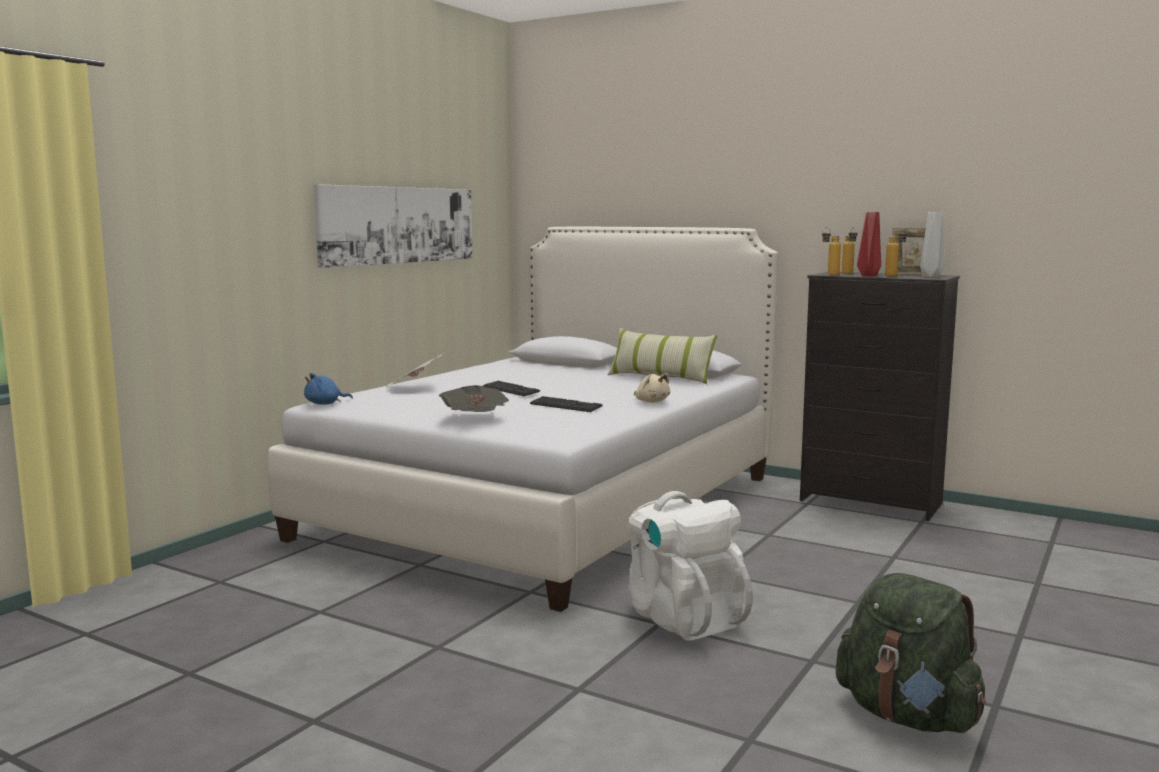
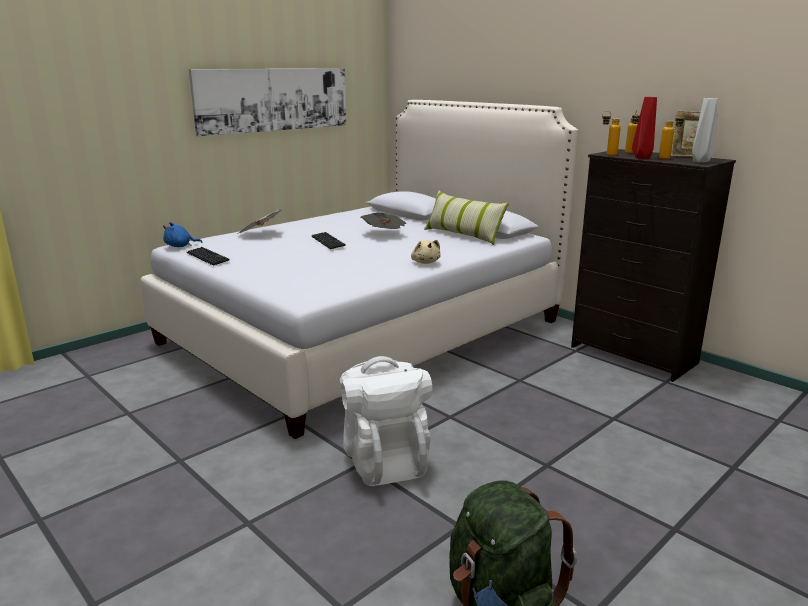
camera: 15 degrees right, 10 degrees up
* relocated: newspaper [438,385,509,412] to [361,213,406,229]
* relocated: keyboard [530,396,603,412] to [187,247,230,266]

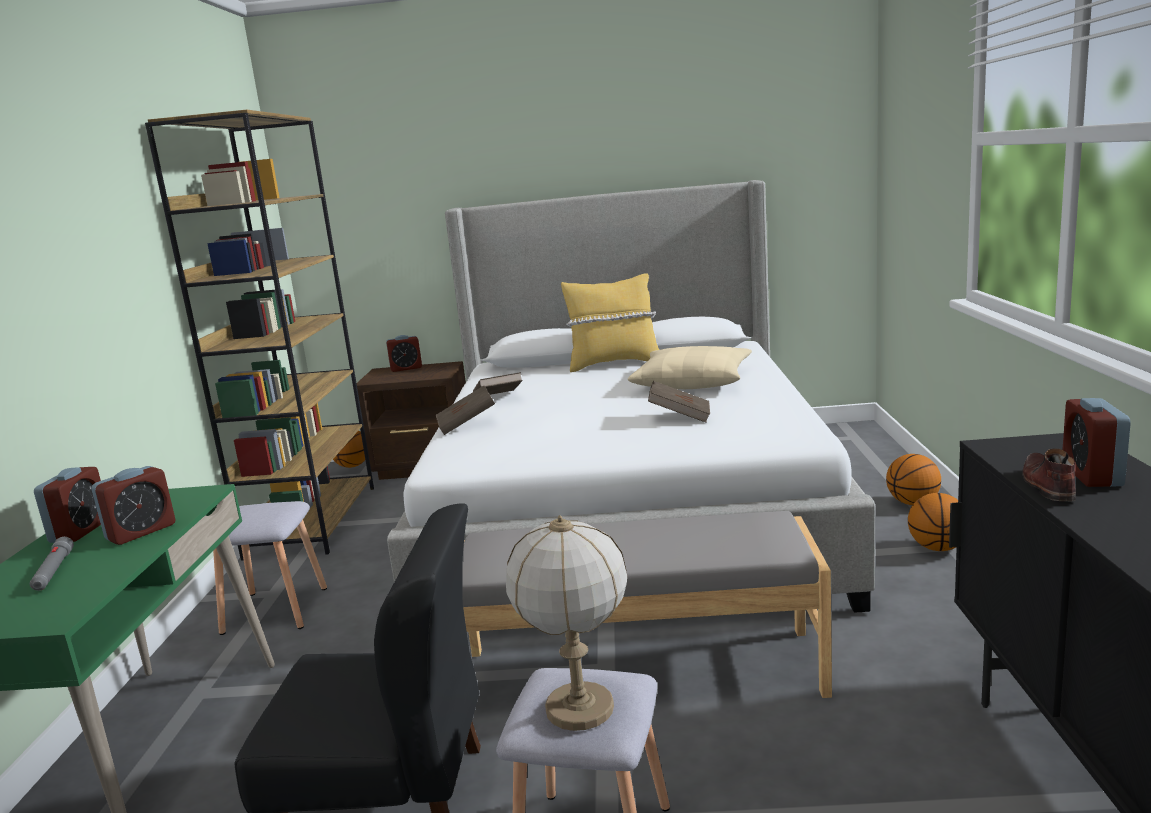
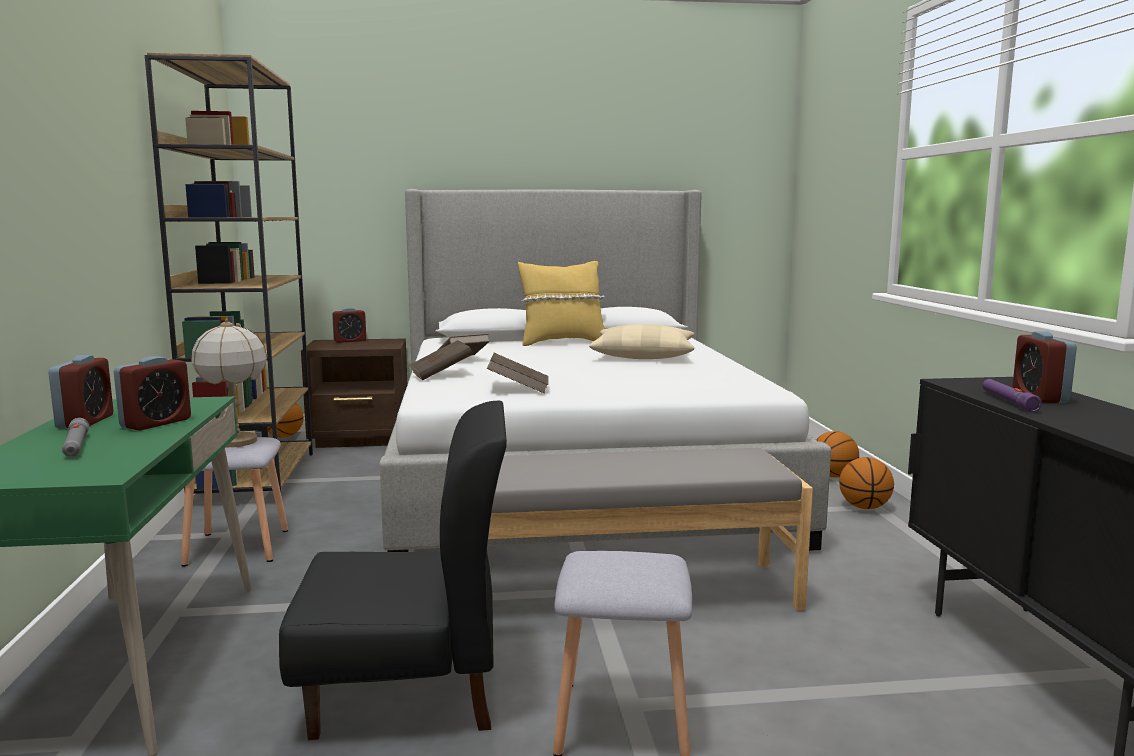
camera: 10 degrees left, 5 degrees down
* relocated: table lamp [506,515,627,731] to [191,319,267,447]
* relocated: book (brown) [648,381,710,423] to [487,353,548,393]
* exchanged: shoe (brown) [1022,448,1076,502] to flashlight (purple) [982,379,1042,412]

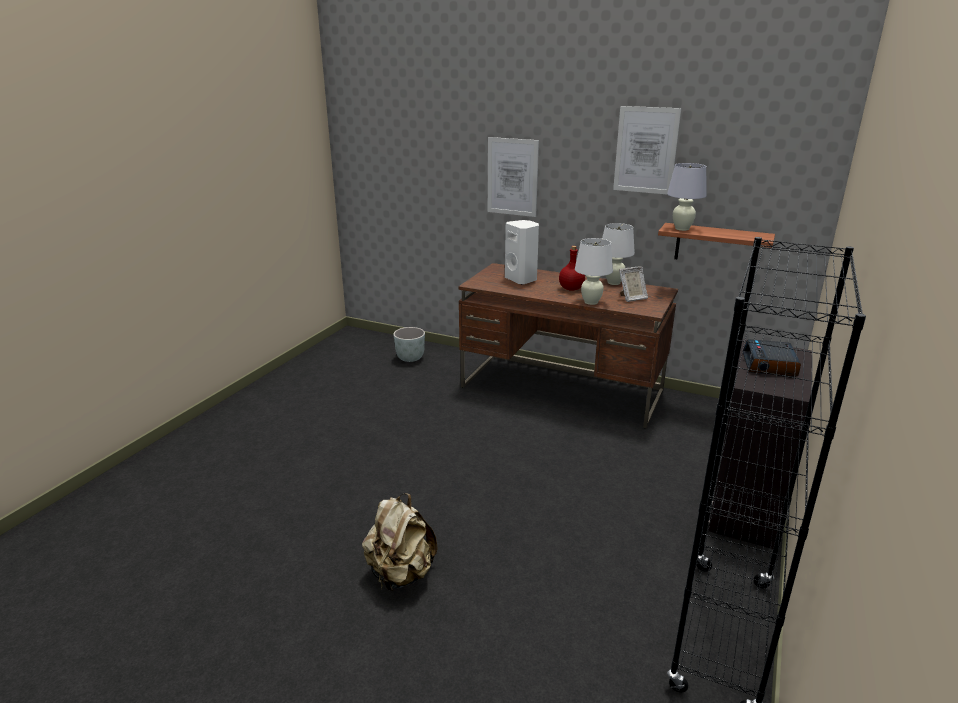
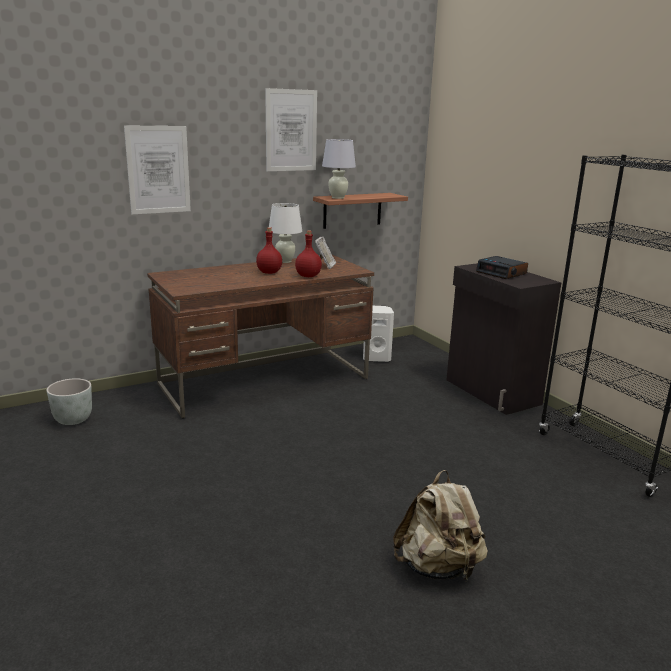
camera: 55 degrees left, 5 degrees down
* relocated: speaker (white) [505,220,539,285] to [363,306,394,362]
* exchanged: table lamp (white) [575,238,613,305] to bottle (red) [295,230,322,277]

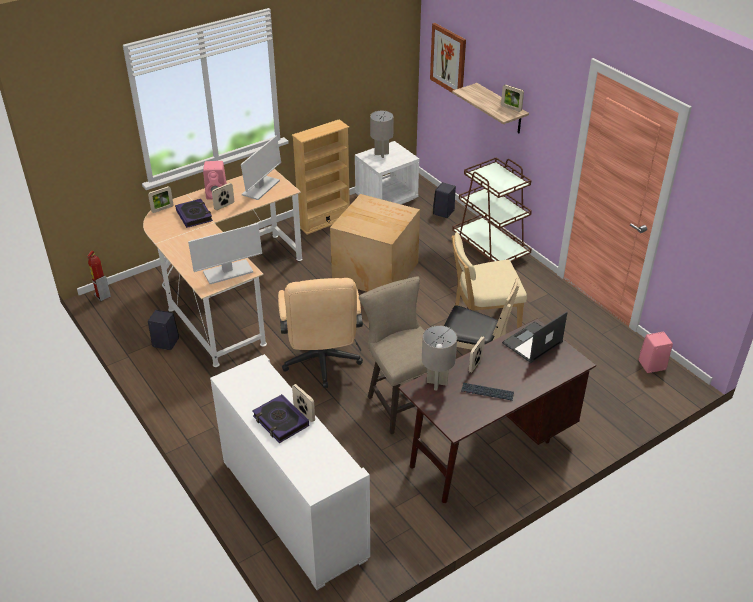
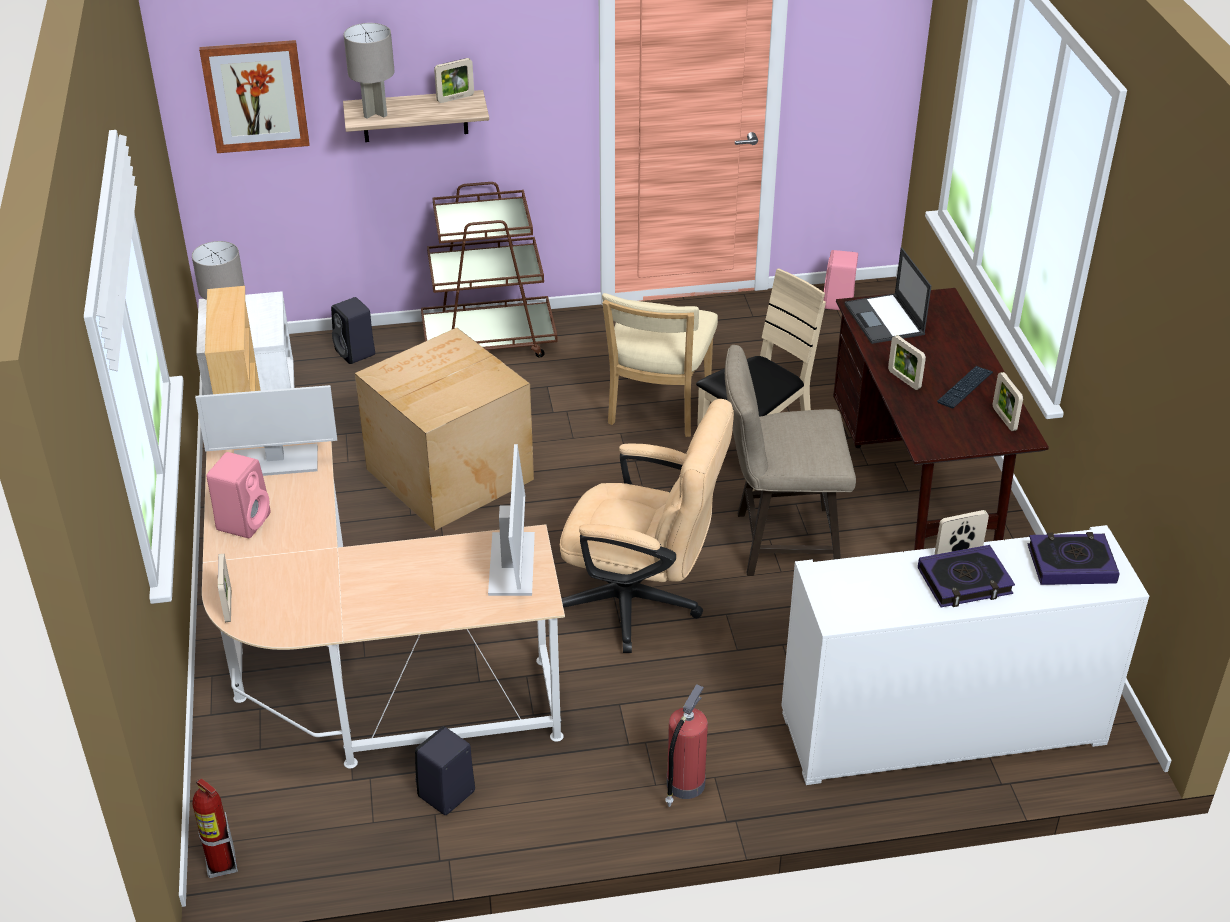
camera: 65 degrees left, 0 degrees up
* appeared: fire extinguisher [665,684,708,807]
* relocated: book [175,199,213,228] to [1028,532,1120,585]
* relocated: picture frame [212,183,234,210] to [993,372,1023,431]
* relocated: table lamp (grey) [422,325,457,390] to [344,23,394,119]
* spun: monitor [241,135,281,200] = [195,385,337,476] 120 degrees clockwise

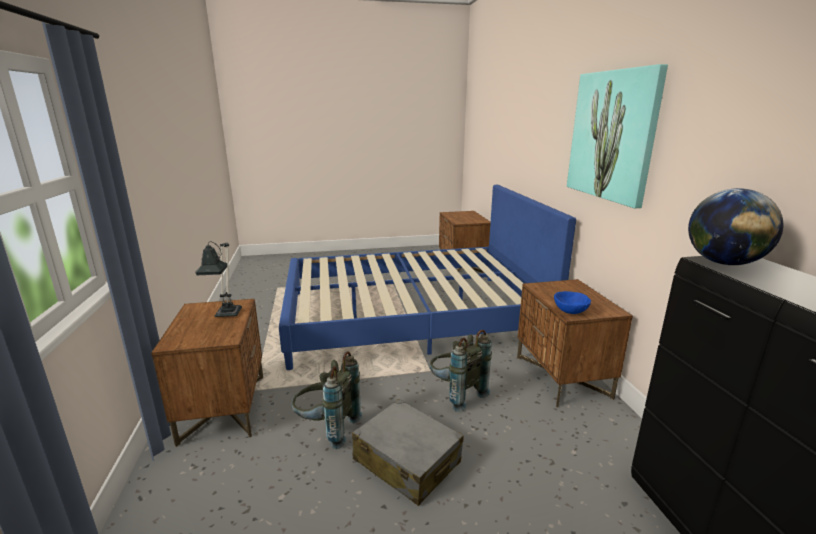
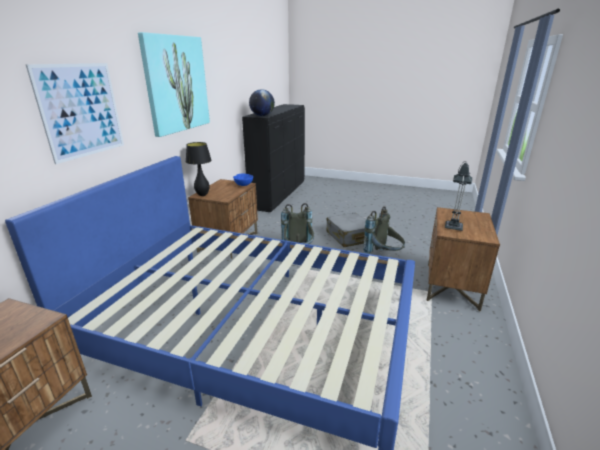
camera: 150 degrees left, 5 degrees up
* appeared: picture [26,63,124,164]
* appeared: table lamp (black) [186,142,212,196]

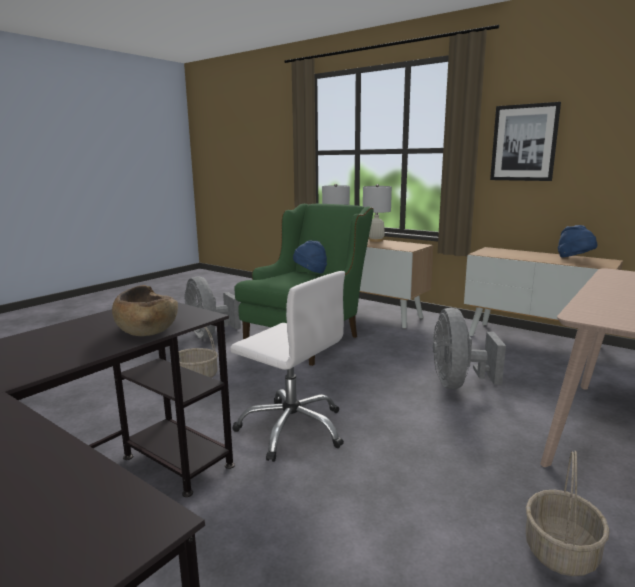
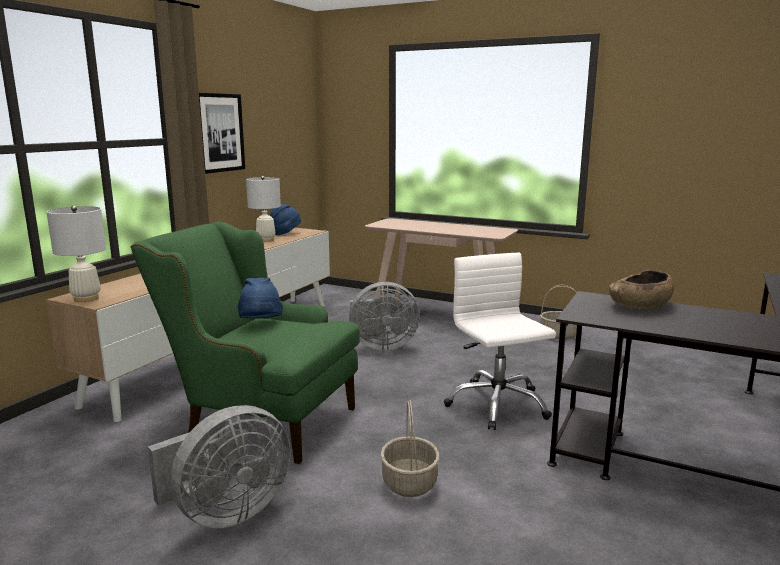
camera: 100 degrees left, 0 degrees up
* relocated: table lamp (white) [363,184,392,242] to [246,176,281,242]
* spun: office chair (white) [230,271,345,462] = [444,253,556,430] 45 degrees counterclockwise

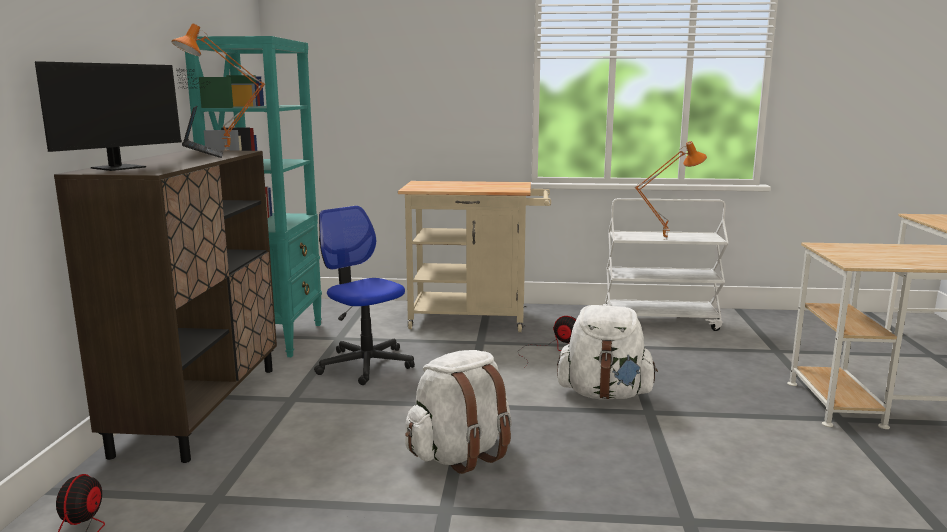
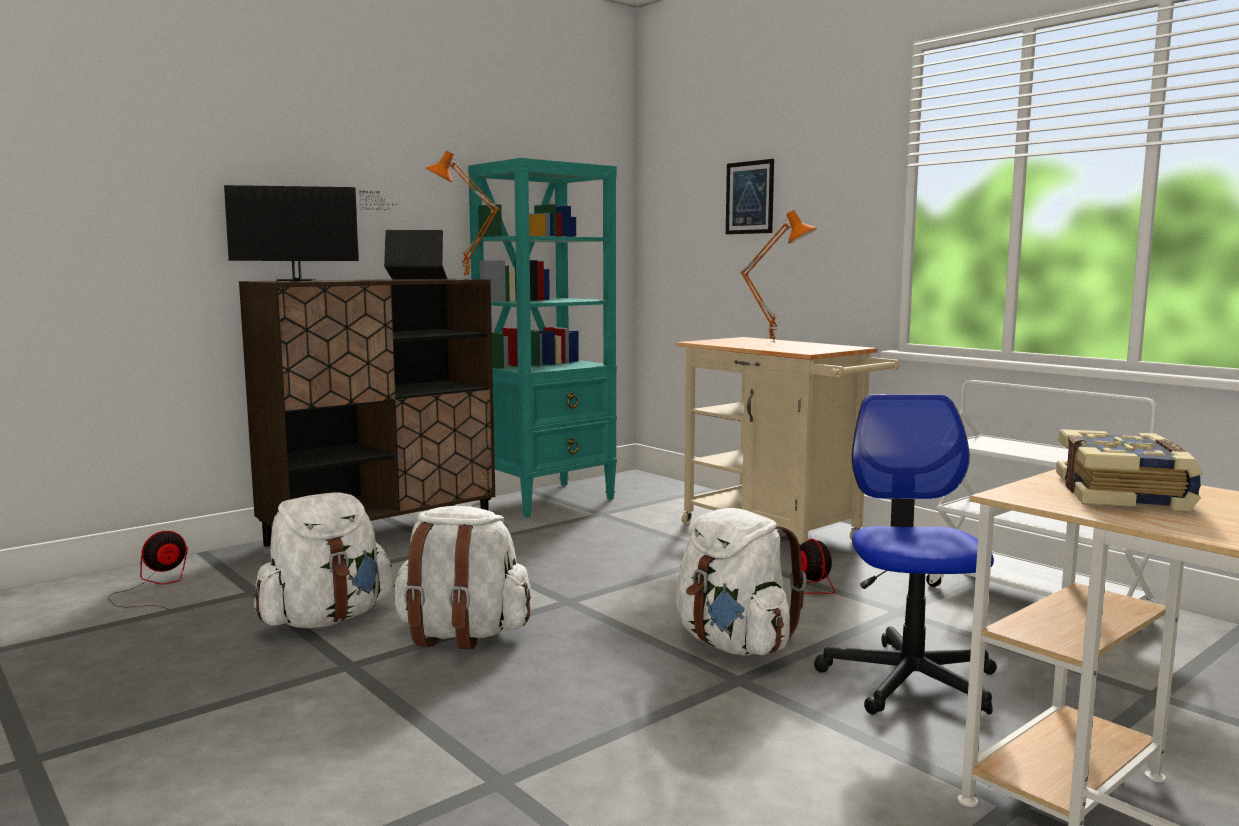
camera: 45 degrees right, 5 degrees down
* appeared: backpack (white) [254,492,392,628]
* appeared: picture [726,159,774,234]
* appeared: book [1056,429,1203,511]
* relocated: office chair [314,206,415,385] to [814,394,997,715]
* relocated: table lamp (orange) [635,141,707,240] to [740,210,817,342]
* spun: laptop [182,106,223,158] = [384,230,447,279] 120 degrees counterclockwise

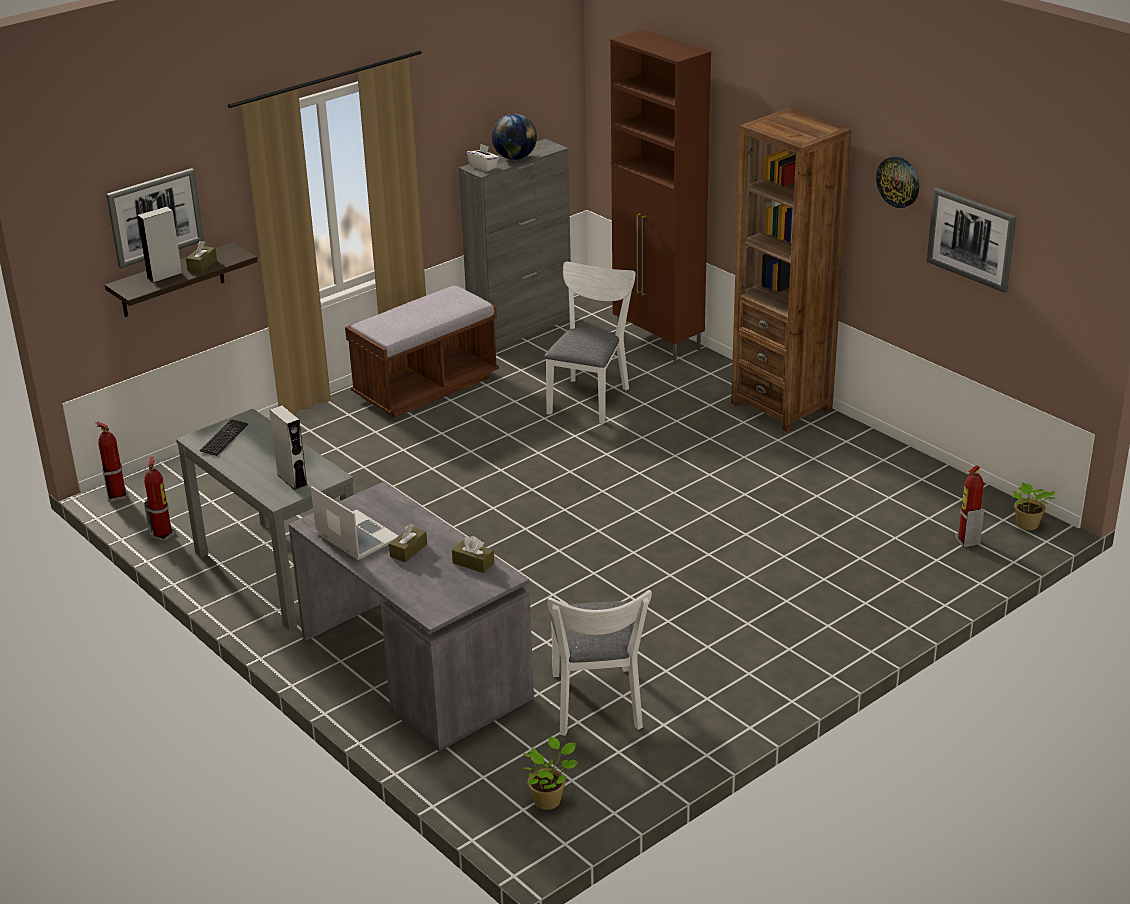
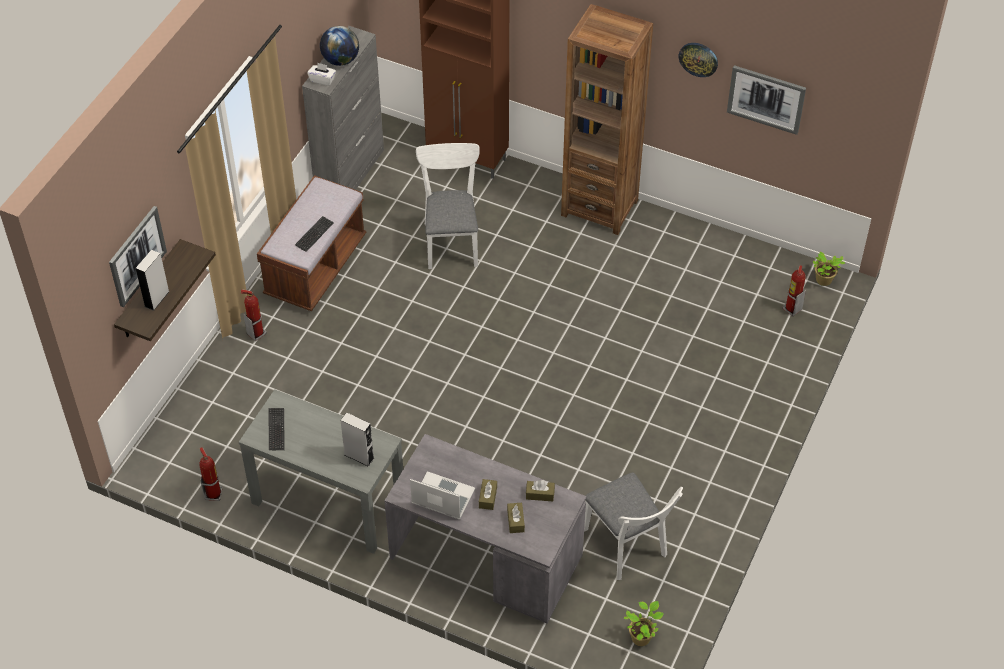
camera: 25 degrees left, 20 degrees up
* appeared: keyboard [295,216,334,252]
* relocated: fire extinguisher [96,421,127,502] to [240,289,266,341]
* relocated: tissue box (brown) [186,241,217,273] to [507,503,525,533]

